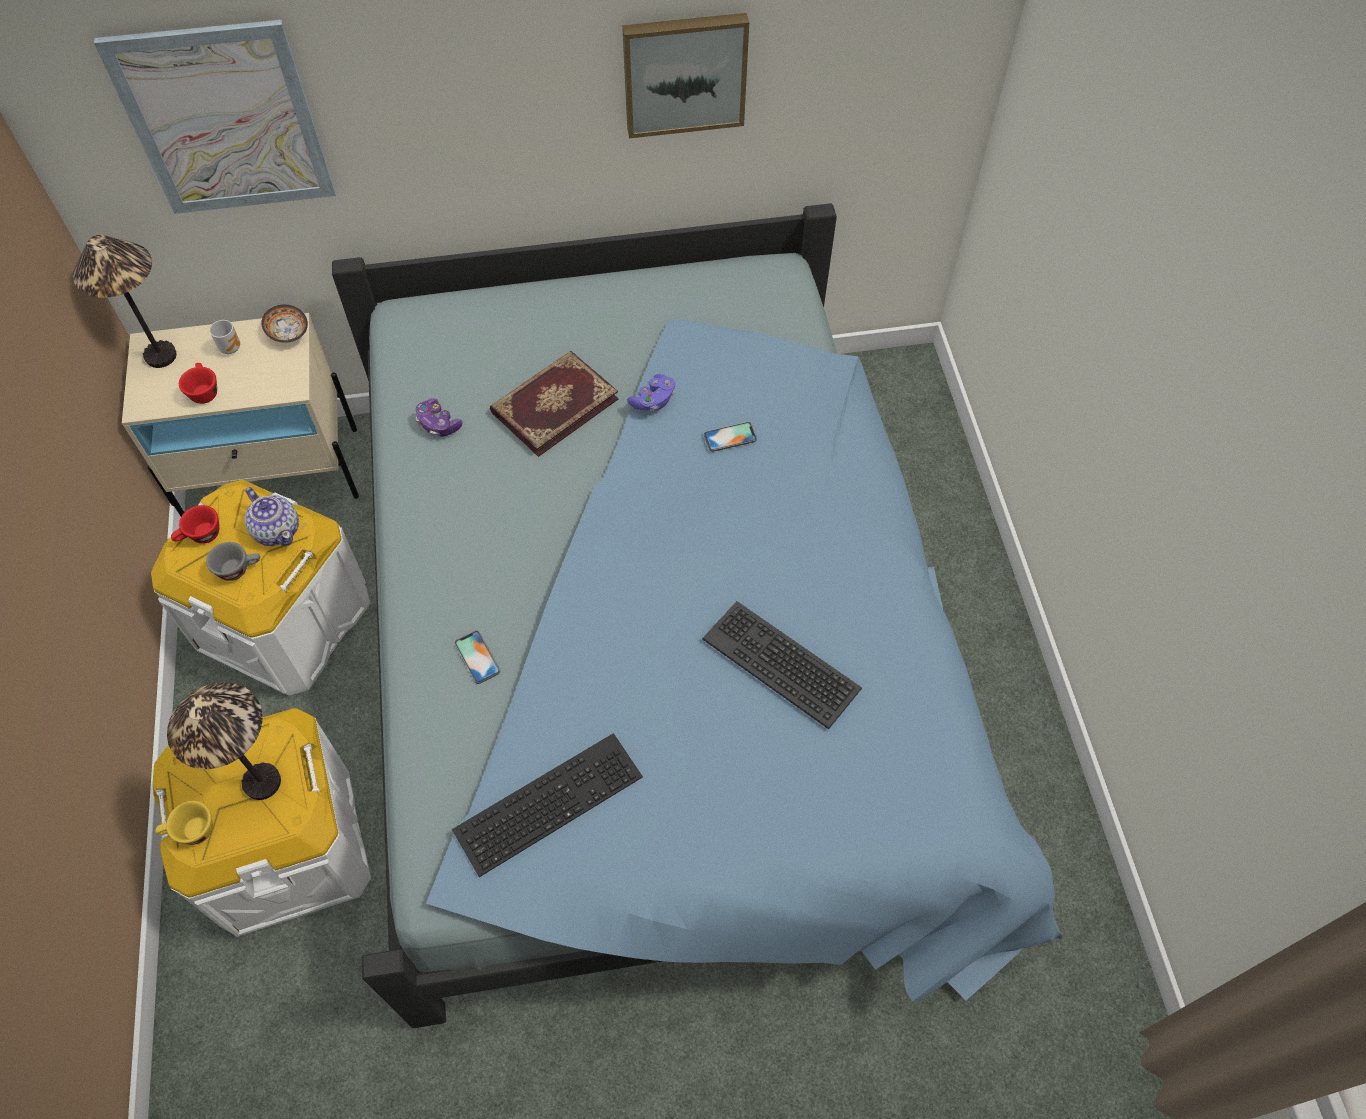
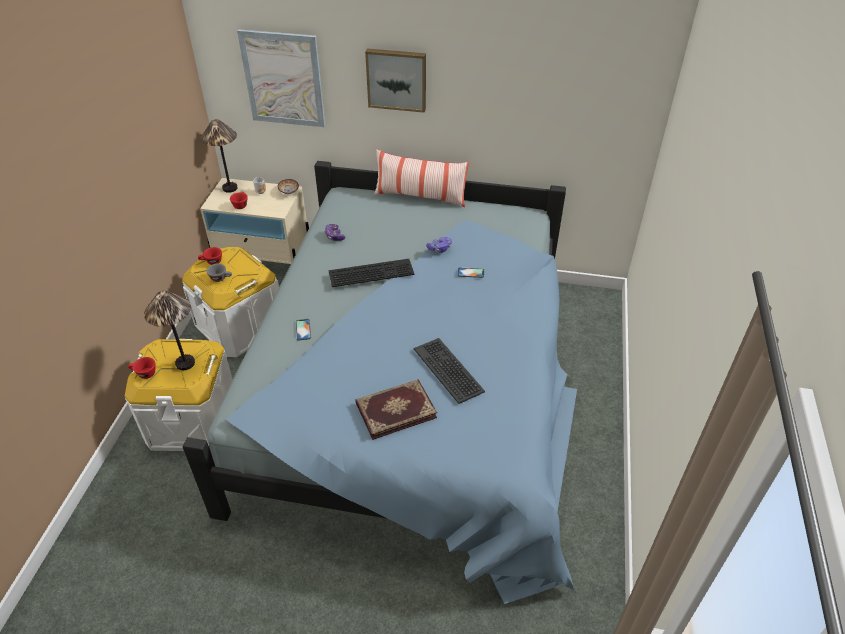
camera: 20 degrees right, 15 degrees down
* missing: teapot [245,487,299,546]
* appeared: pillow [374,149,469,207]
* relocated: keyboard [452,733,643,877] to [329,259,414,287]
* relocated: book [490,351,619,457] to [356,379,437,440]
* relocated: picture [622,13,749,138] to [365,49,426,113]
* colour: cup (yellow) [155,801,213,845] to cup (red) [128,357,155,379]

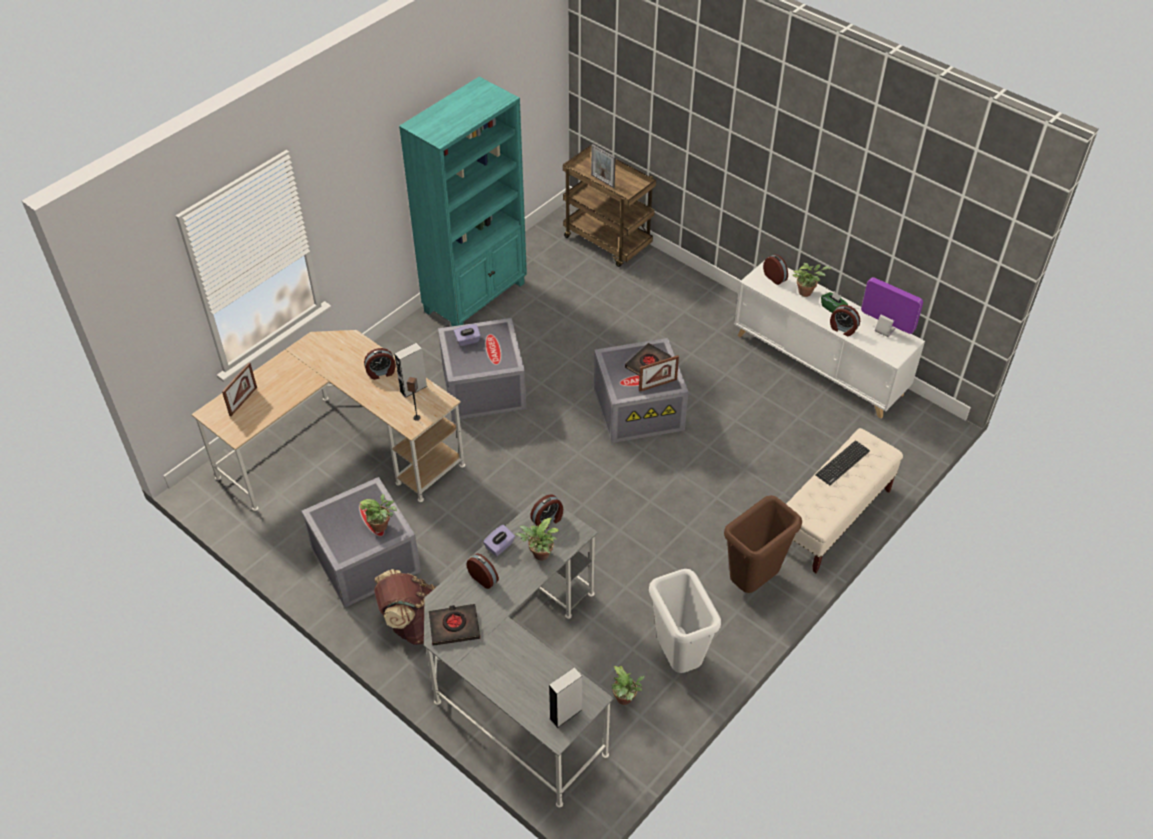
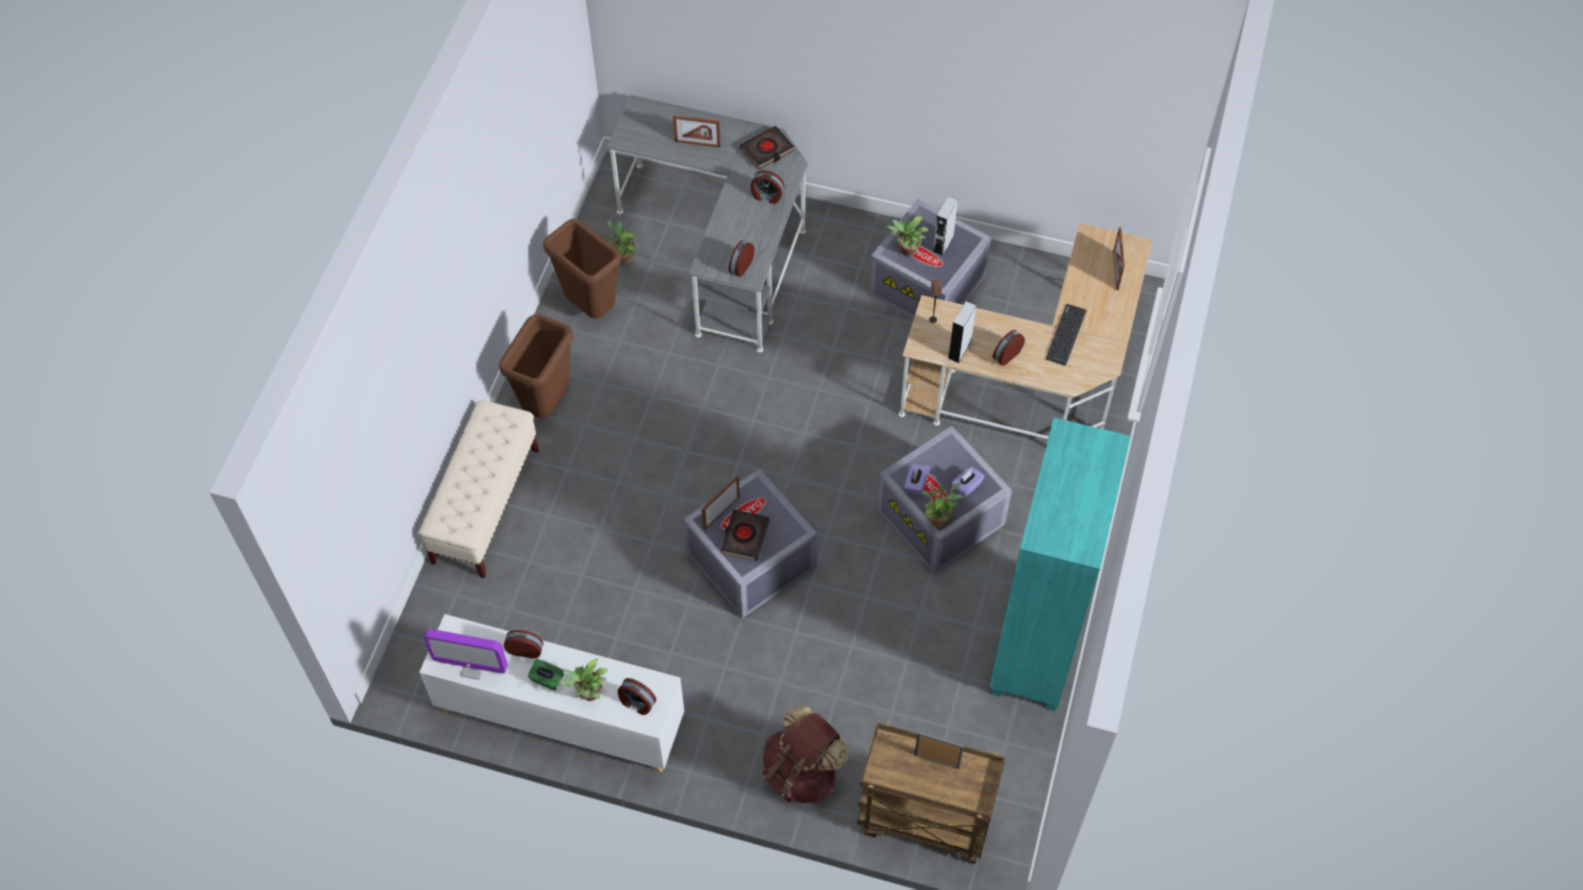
camera: 155 degrees right, 10 degrees up
* appeared: picture frame [673,115,721,148]
* relocated: backpack (brown) [374,569,436,645] to [762,705,849,804]
* relocated: tissue box (purple) [483,525,515,556] to [904,464,930,496]
* relocated: potted plant [515,518,559,561] to [921,483,963,527]
* relocated: speaker (grey) [549,667,583,728] to [933,196,958,256]
* relocated: keyboard [815,440,870,485] to [1046,304,1087,366]
* colour: trash can (white) [649,569,721,673] to trash can (brown) [543,218,622,319]

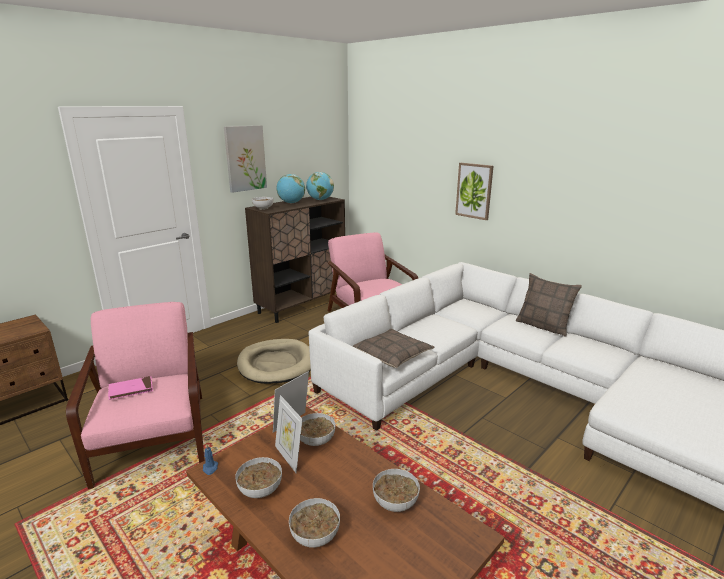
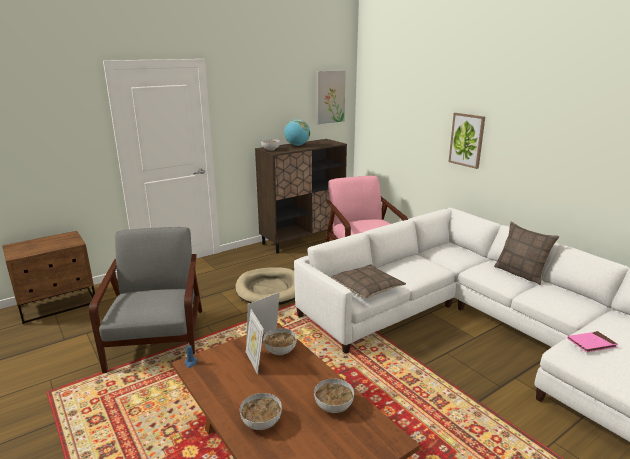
camera: 10 degrees right, 0 degrees up
* missing: bowl [235,457,282,498]
* missing: globe [306,172,334,200]
* relocated: book (pink) [108,376,153,400] to [567,331,618,352]
* relocated: picture [224,125,267,193] to [316,70,346,124]
* colour: armchair (pink) [66,302,205,489] to armchair (grey) [89,227,202,373]

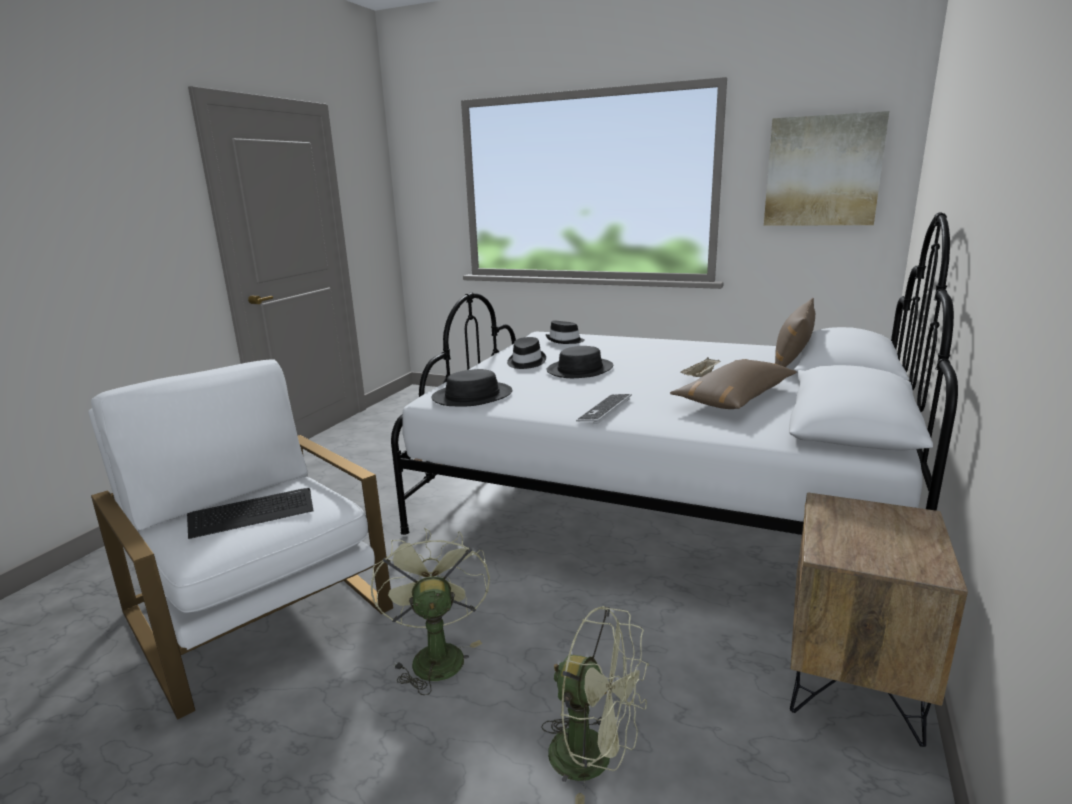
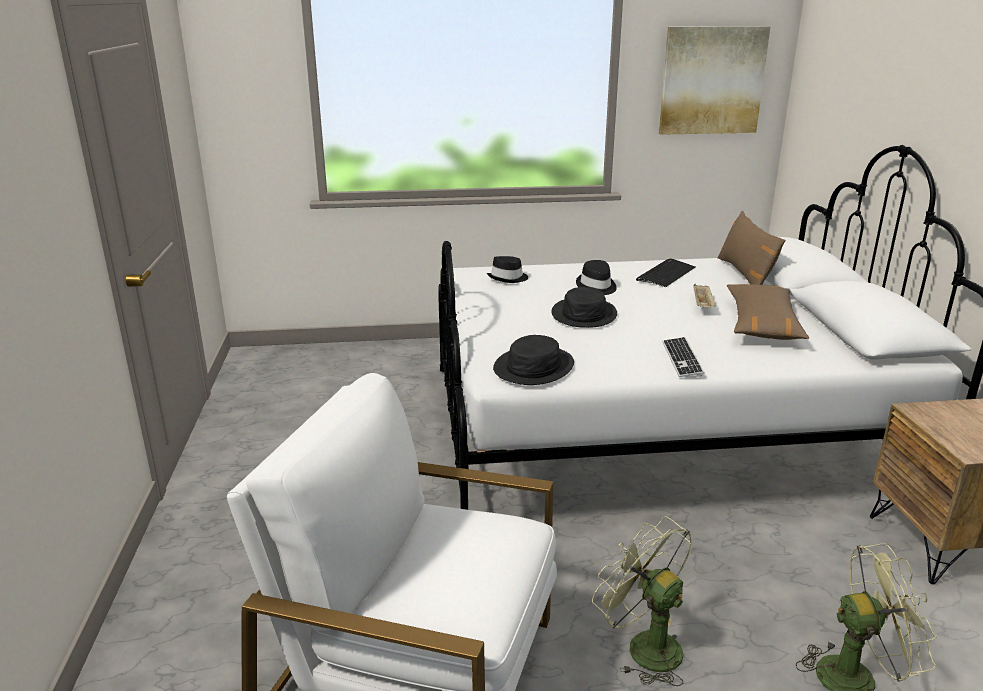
camera: 30 degrees left, 5 degrees up
* relocated: keyboard [187,488,314,539] to [636,258,696,287]
* relocated: hat (black) [507,337,546,369] to [576,260,617,295]

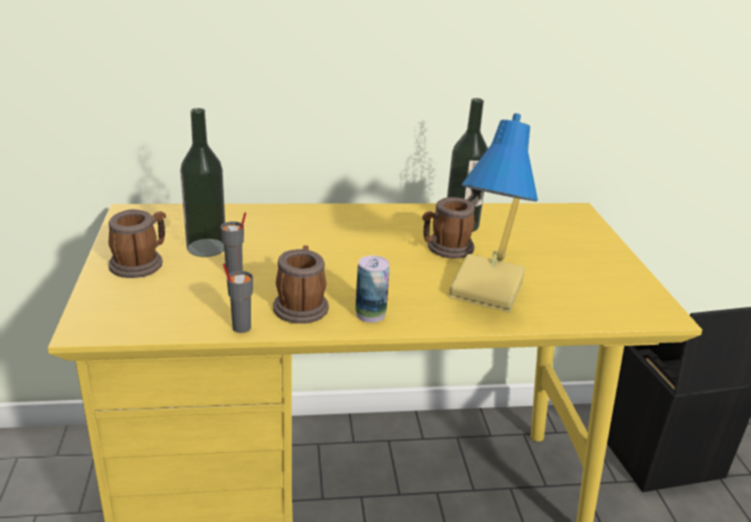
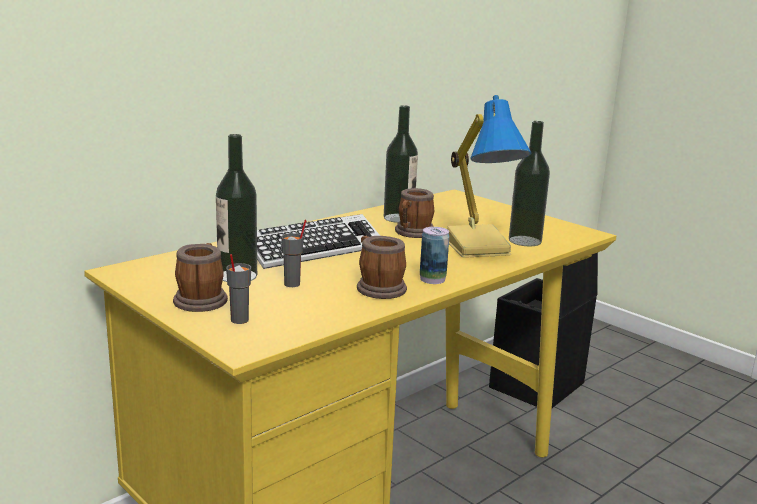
camera: 35 degrees left, 10 degrees down
* appeared: keyboard [257,214,380,269]
* appeared: bottle [509,121,550,246]
* relocated: cup (grey) [223,264,253,333] to [226,254,251,324]

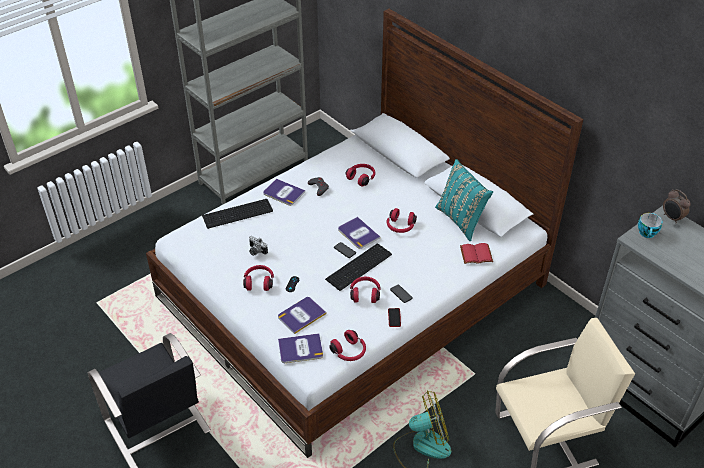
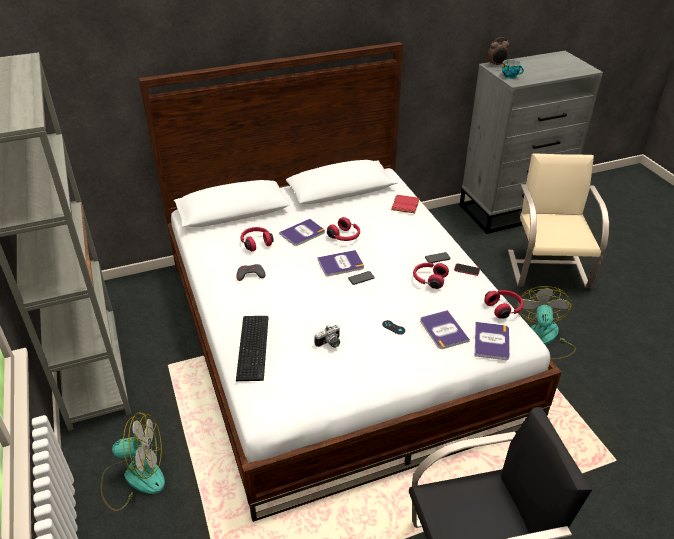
camera: 70 degrees left, 5 degrees down
* missing: headphones (red) [243,265,274,291]
* missing: keyboard [325,244,392,291]
* missing: pillow (turquoise) [435,159,493,241]
* appeared: fan [101,412,165,511]
* relocated: book [263,179,305,206] to [279,219,325,246]

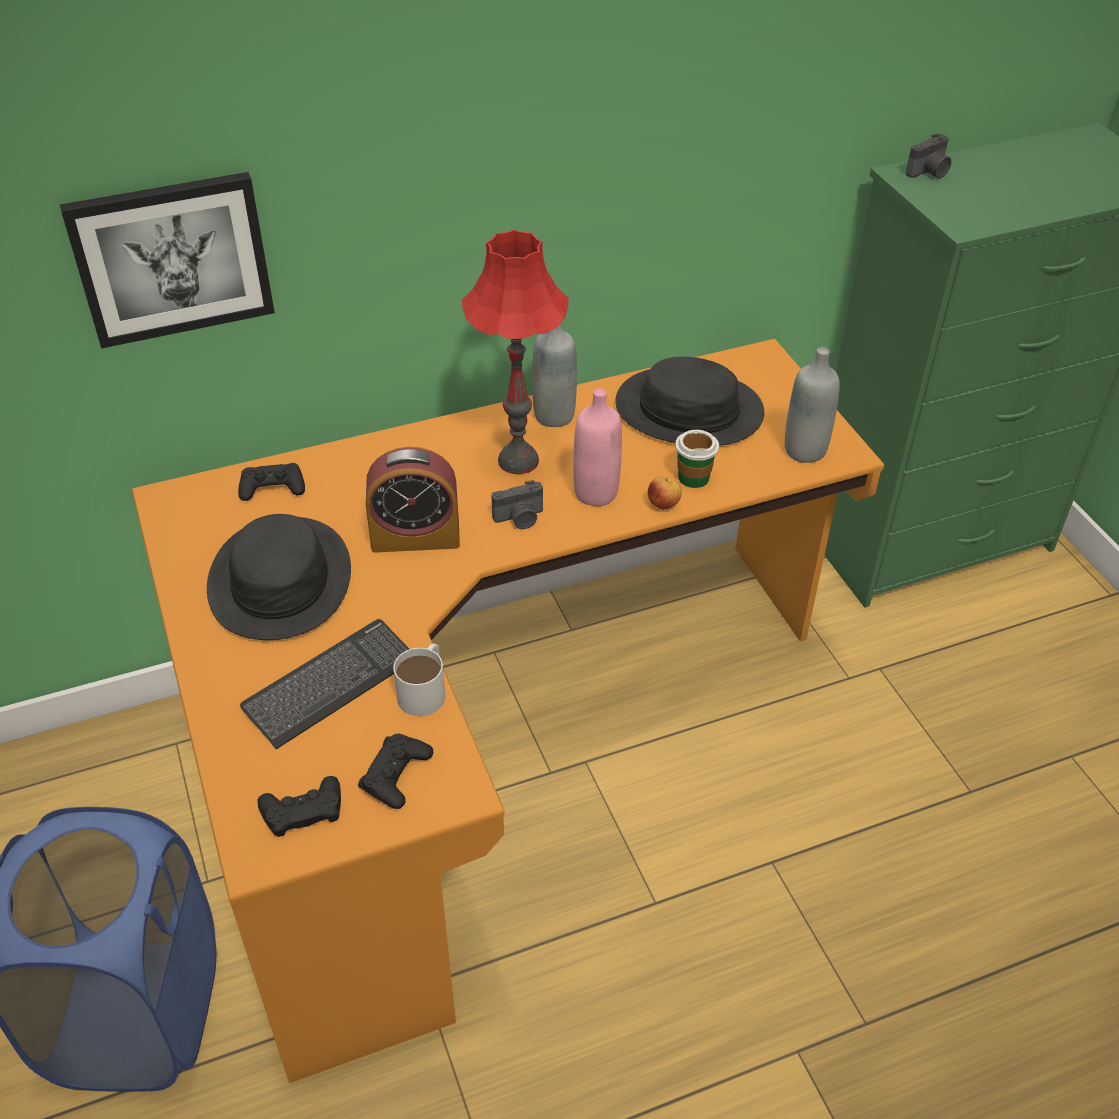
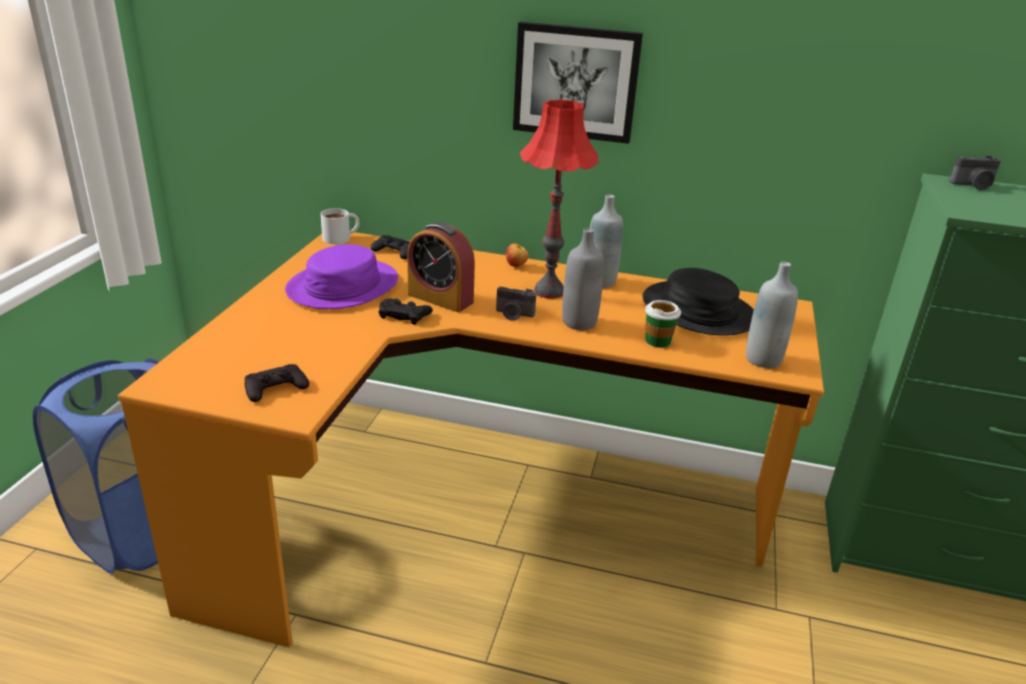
camera: 35 degrees right, 15 degrees down
* missing: keyboard [240,619,409,749]
* relocated: picture [60,172,275,349] to [513,21,643,144]
* relocated: game controller (black) [257,776,341,837] to [379,298,433,325]
* relocated: mug (white) [393,643,445,716] to [321,208,359,244]
* relocated: apple [648,477,682,510] to [506,243,529,267]
* colour: hat (black) [207,514,351,640] to hat (purple) [285,244,398,309]
* colour: bottle (pink) [573,388,622,506] to bottle (grey) [562,228,604,330]

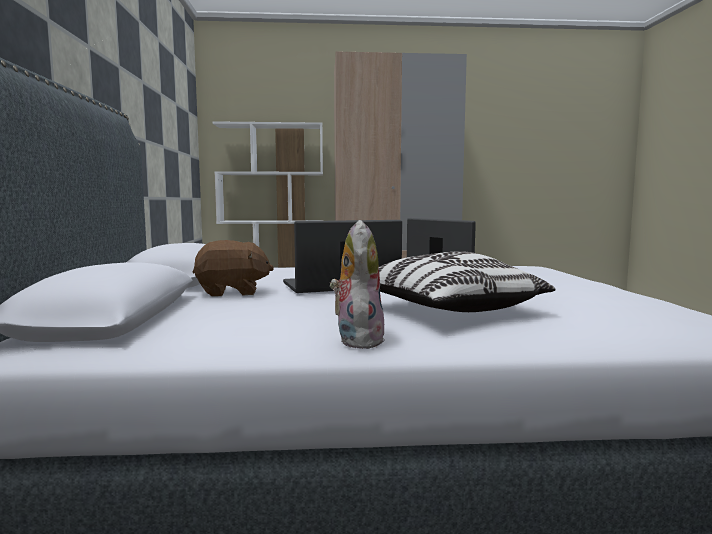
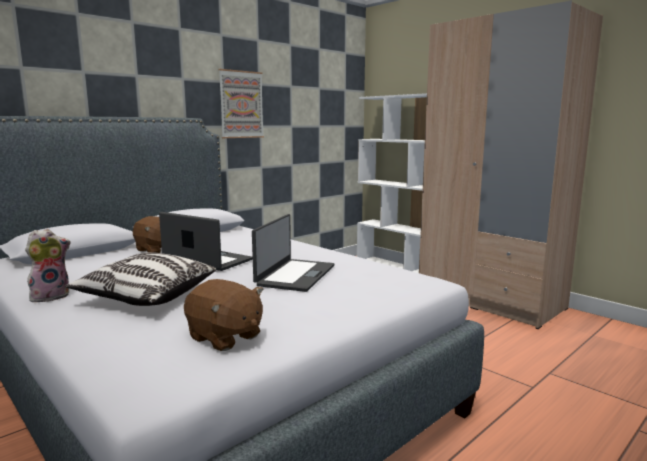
camera: 50 degrees right, 5 degrees up
* appeared: plush toy (brown) [184,279,263,351]
* appeared: picture [219,69,264,138]

